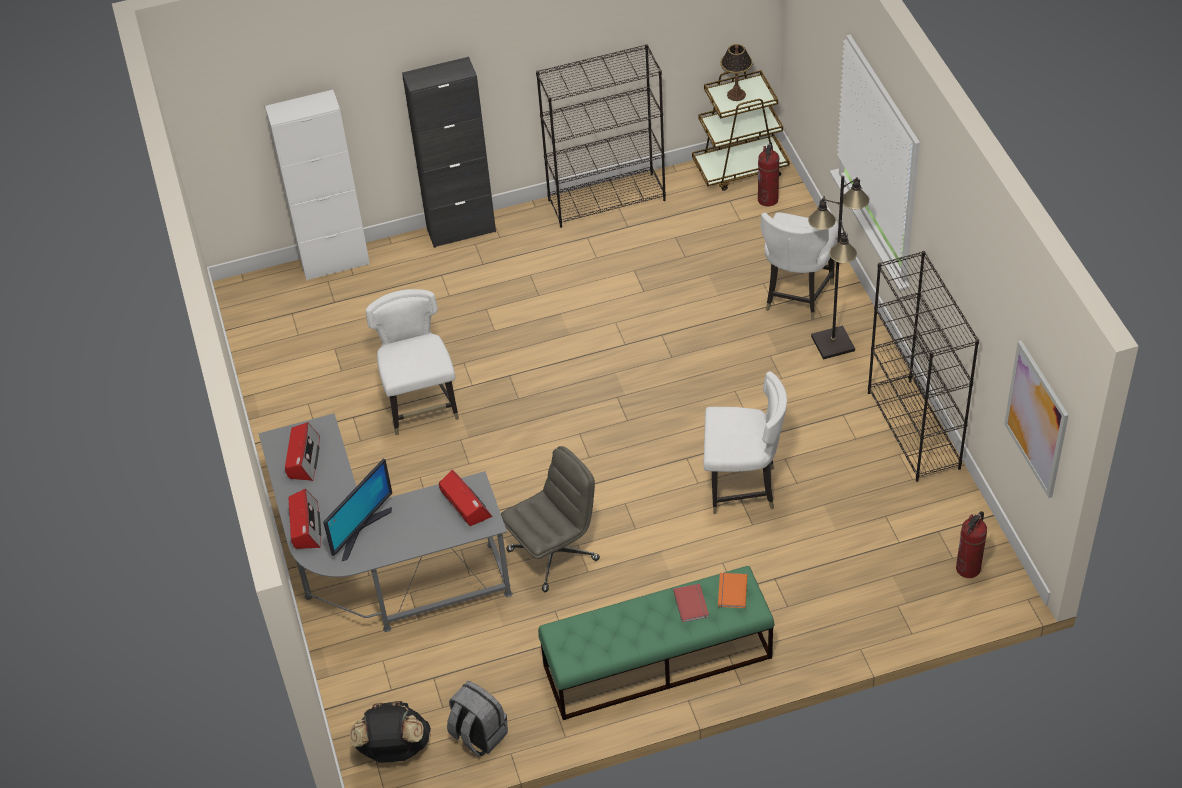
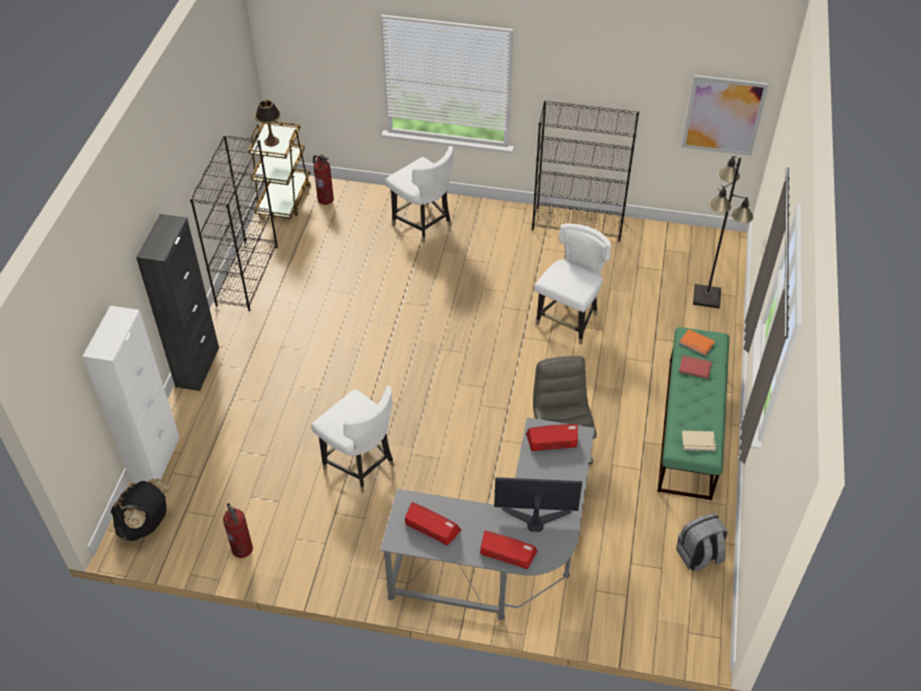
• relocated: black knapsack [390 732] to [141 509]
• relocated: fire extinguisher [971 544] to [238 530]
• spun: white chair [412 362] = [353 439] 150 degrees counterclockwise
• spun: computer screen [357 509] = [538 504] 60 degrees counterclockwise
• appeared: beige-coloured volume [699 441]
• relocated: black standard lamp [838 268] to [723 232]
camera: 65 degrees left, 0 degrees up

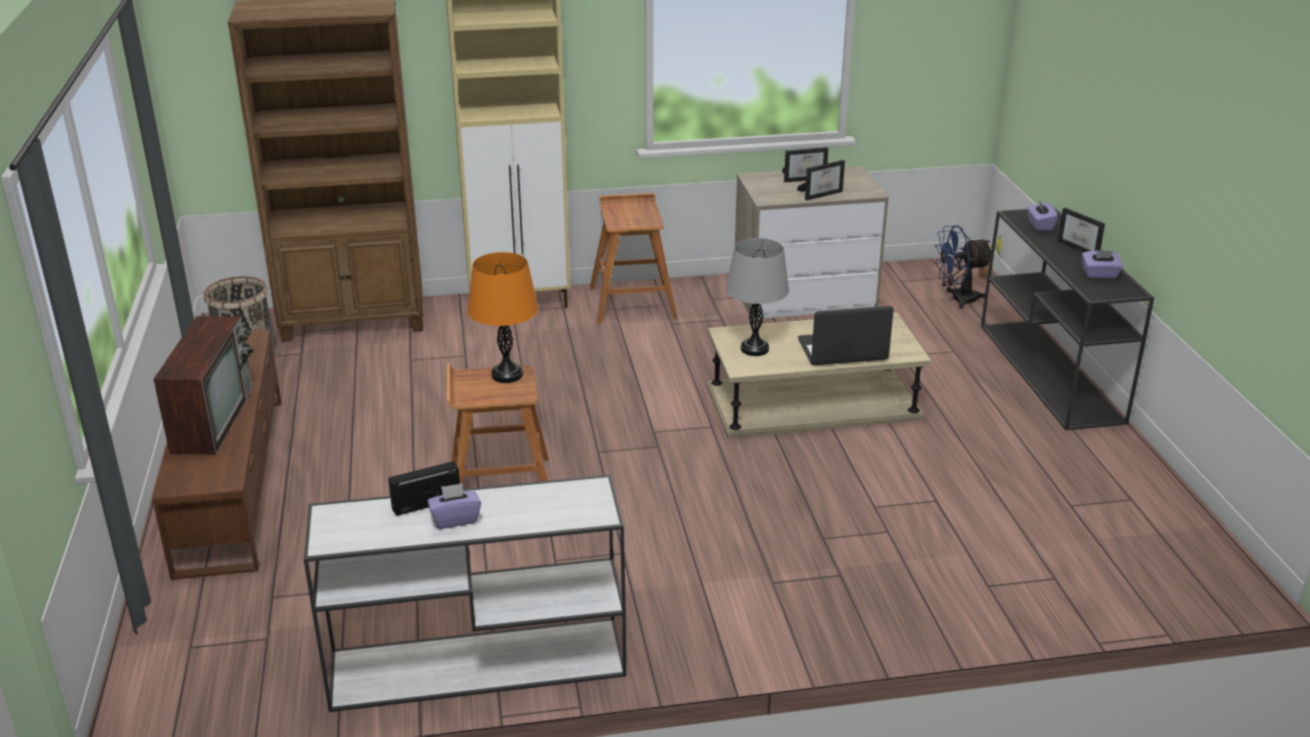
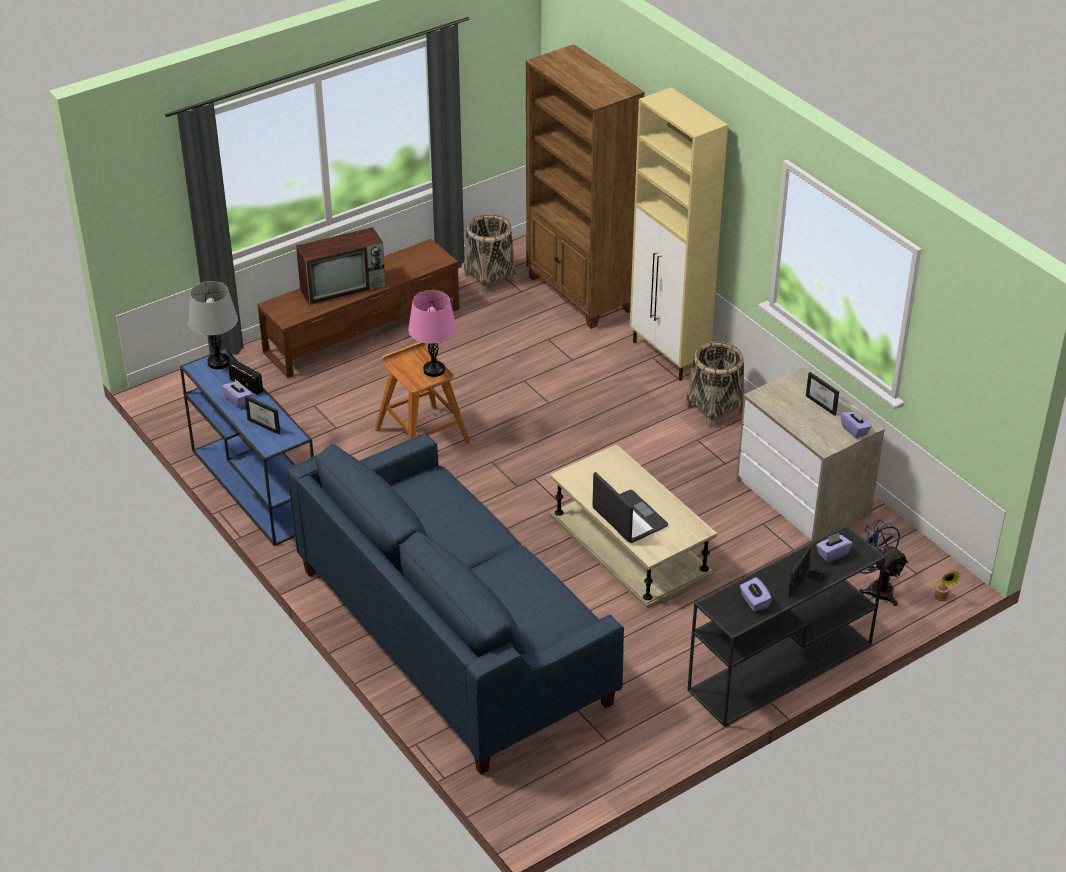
• colour: white hall table [465 593] to bluish hall table [247 447]
• relocated: greyish lamp for a table [757 297] to [213 325]
• relocated: standing frame [821 180] to [262 415]
• appeared: bluish couch [455 604]
• colour: orange-coloured lamp for a table [503 317] to pink-coloured lamp for a table [432 333]
• exchanged: brown-coloured stool [633 258] to basket [714 384]
• appeared: purple box of tissues [856 423]
camera: 65 degrees right, 10 degrees up

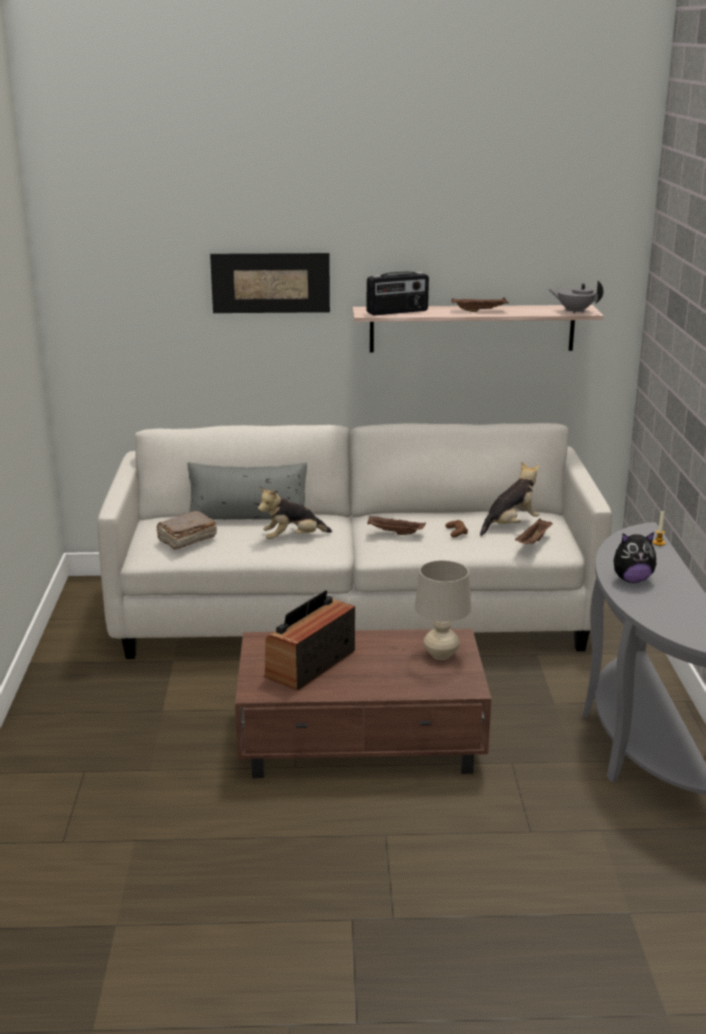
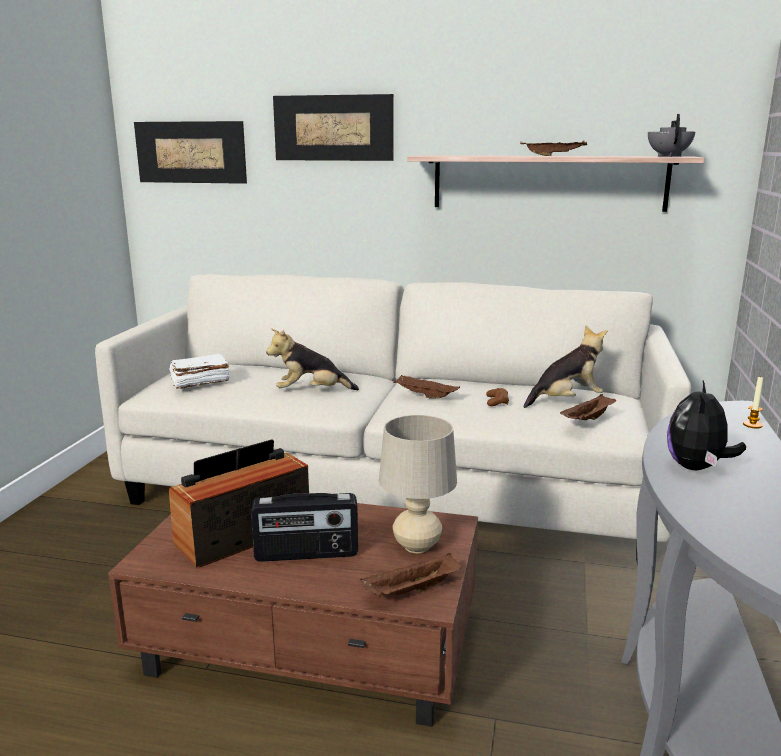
• appeared: picture [190 152]
• colour: brown-coloured volume [187 530] to white volume [199 371]
• relocated: radio [398 293] to [304 527]
• appeared: brown-coloured serving tray [410 575]
• spun: greyish teapot [575 296] = [671 135] 60 degrees clockwise
• spun: plush toy [634 557] = [706 425] 105 degrees clockwise
• missing: greyish pillow [247 491]
camera: 15 degrees right, 5 degrees down

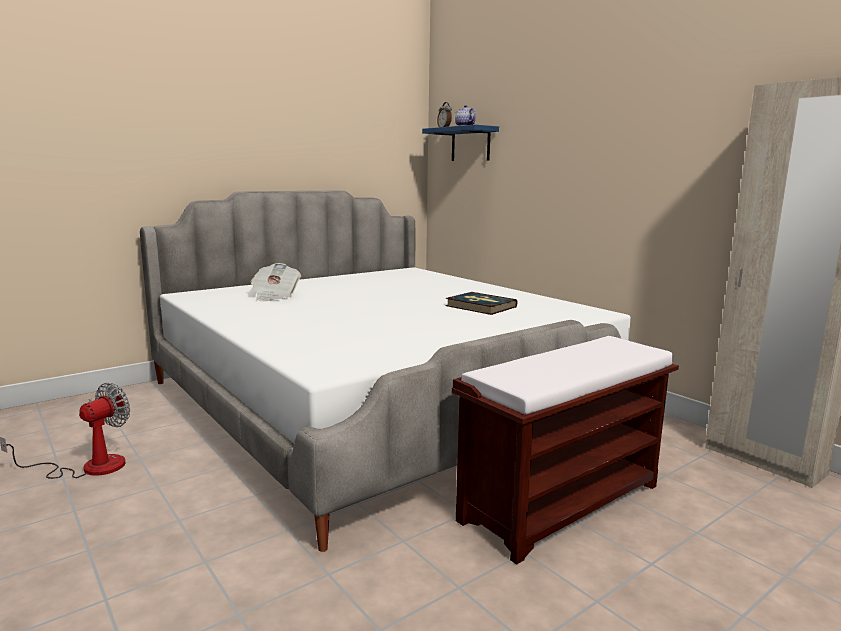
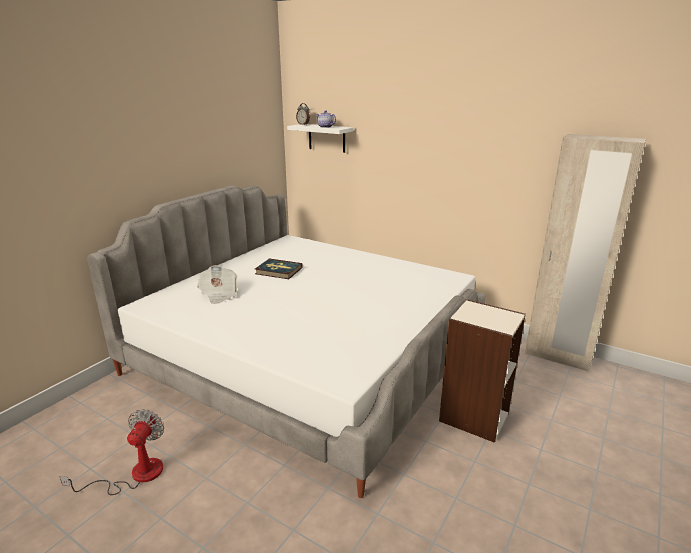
• relocated: volume [482 303] to [279 268]
• colour: bluish shelf [460 143] to white shelf [320 138]
• exchanged: brown-coloured indoor bench [565 450] to bookcase [482 371]
camera: 20 degrees left, 10 degrees up

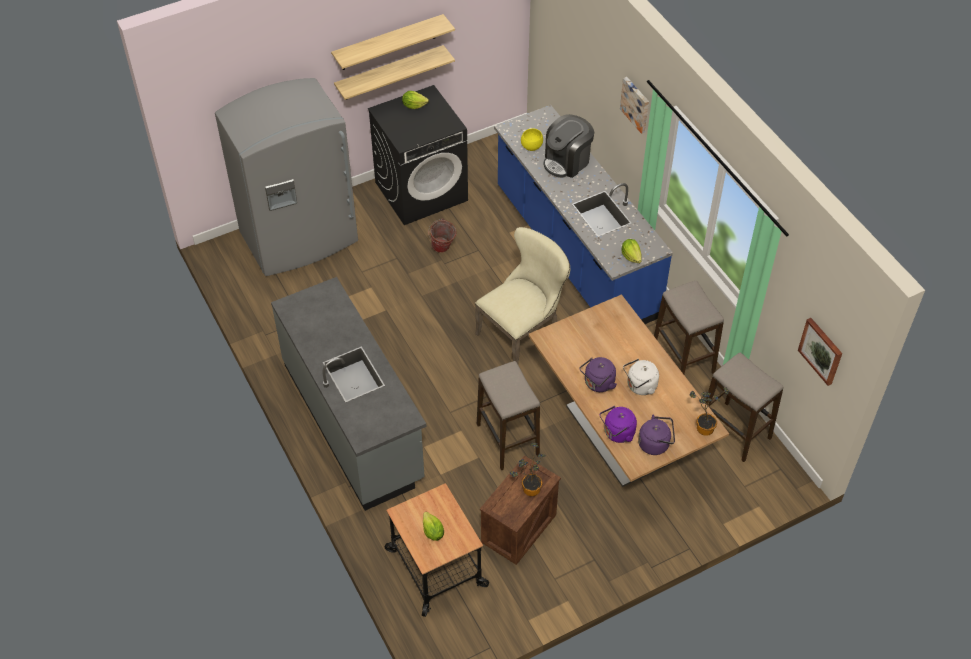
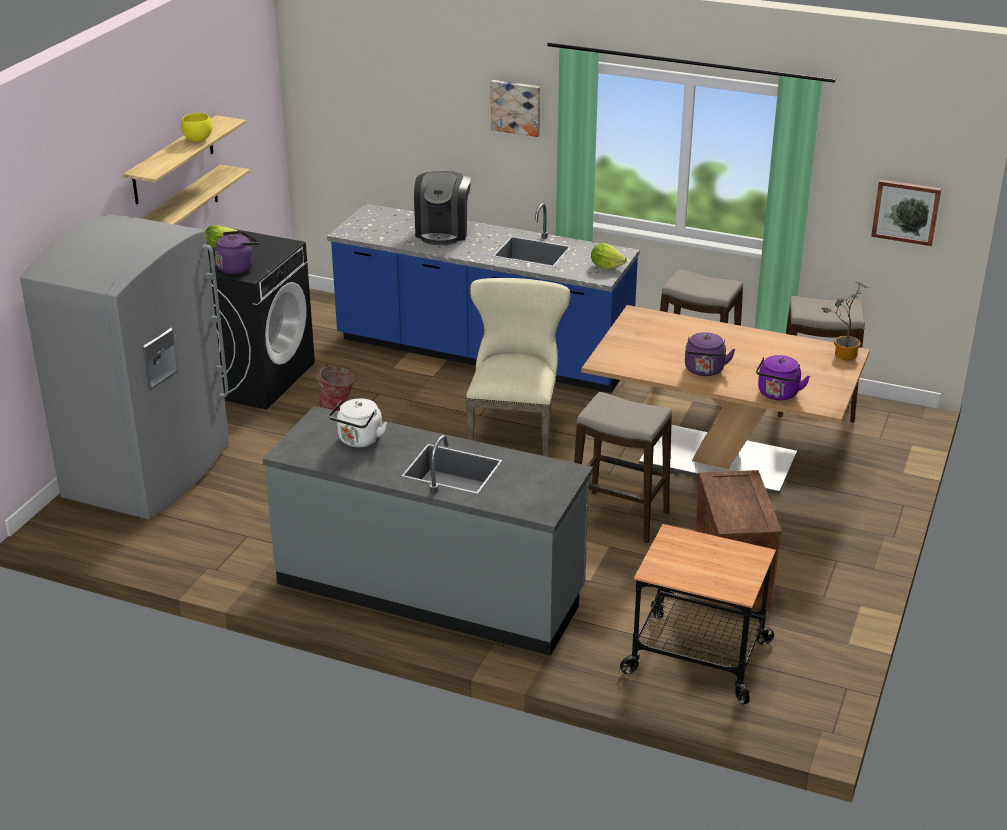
• relocated: yellow-coloured deep dish [532 139] to [196 127]
• relocated: purple water kettle [656 434] to [237 252]
• relocated: white water kettle [641 377] to [358 423]
• missing: lettuce [433 526]
• missing: plant in a pot [528 469]
camera: 40 degrees left, 20 degrees down

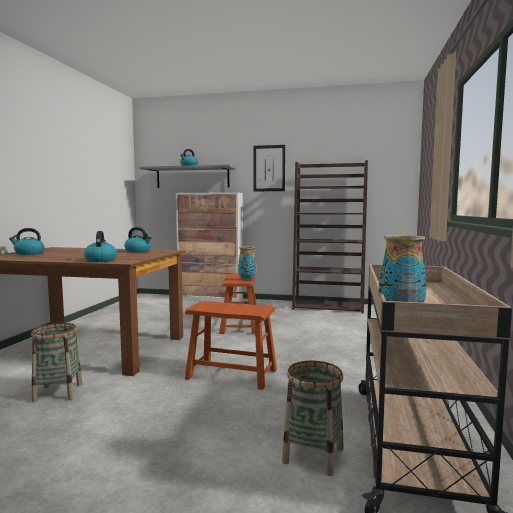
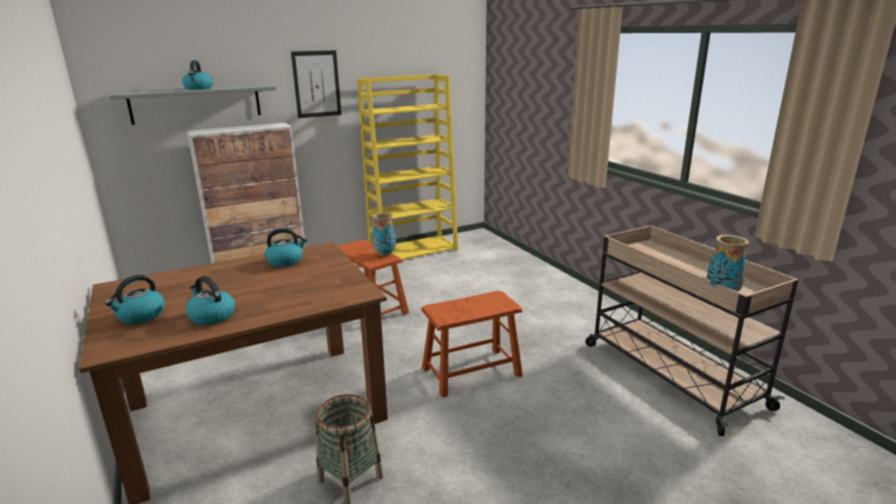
• relocated: water kettle [100 246] to [210 300]
• colour: brown-coloured bookcase [330 236] to yellow-coloured bookcase [407 167]
• missing: basket [313 418]
camera: 40 degrees left, 15 degrees up

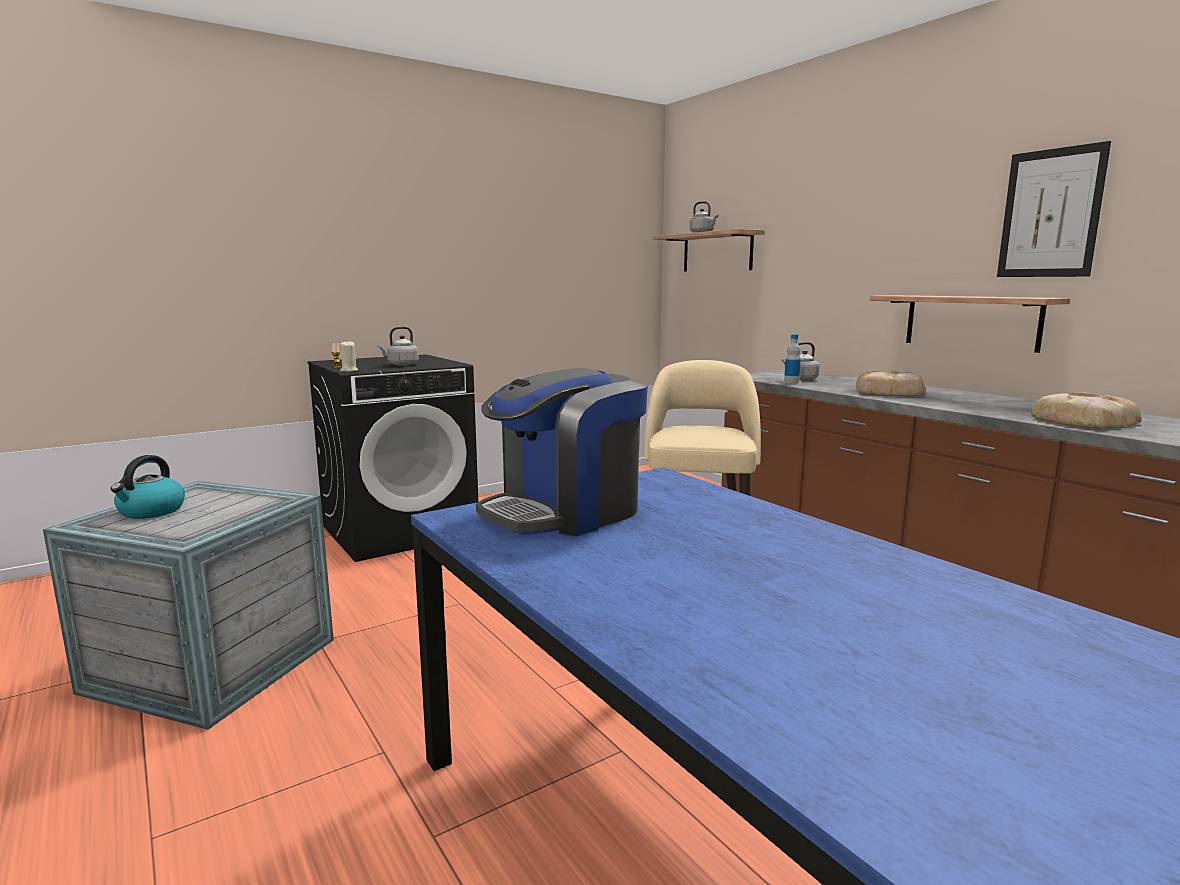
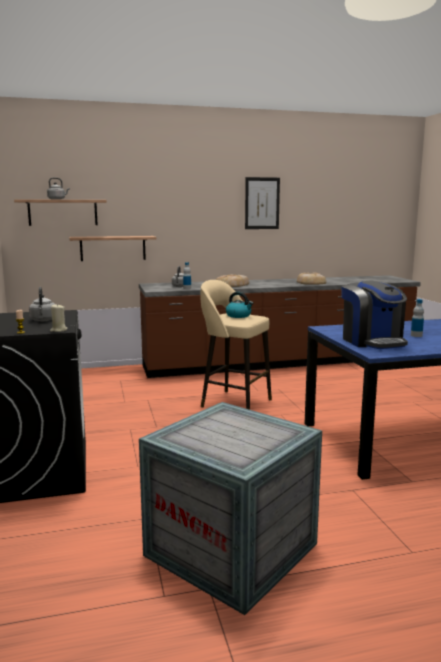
• relocated: shelf [970 324] to [112 248]
• relocated: water kettle [148 487] to [239 305]
• appeared: drink bottle [417 318]
camera: 70 degrees left, 0 degrees up

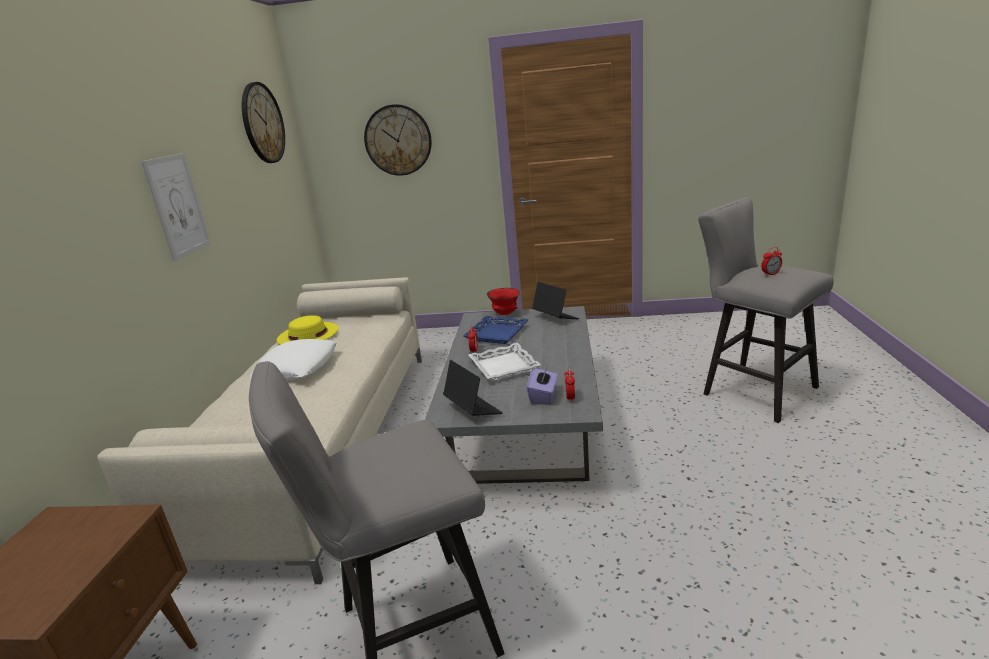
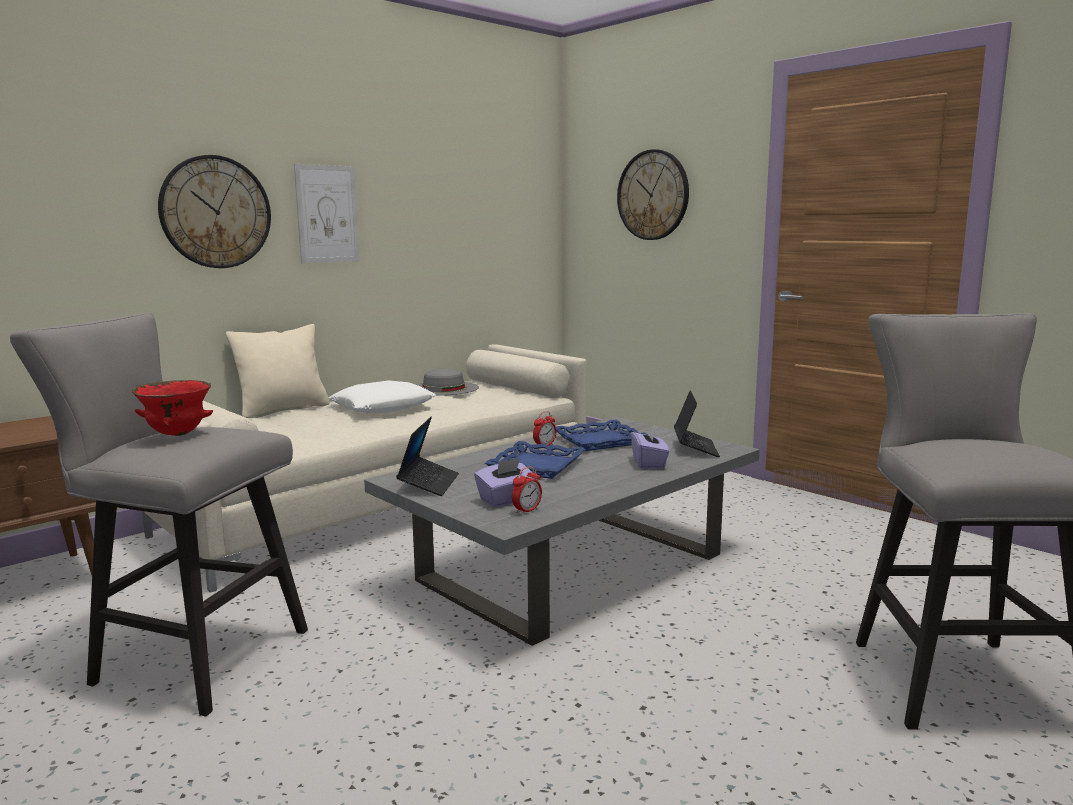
• relocated: red deep dish [503 301] to [172 408]
• relocated: clock on the wall [263 122] to [214 211]
• appeared: beige-coloured pillow [278 371]
• colour: yellow-coloured hat [307 330] to greyish hat [447 382]
• colour: white serving tray [505 362] to bluish serving tray [535 460]
• appeared: purple box of tissues [650 447]
• missing: bedside clock [771 261]
camera: 40 degrees right, 10 degrees down

